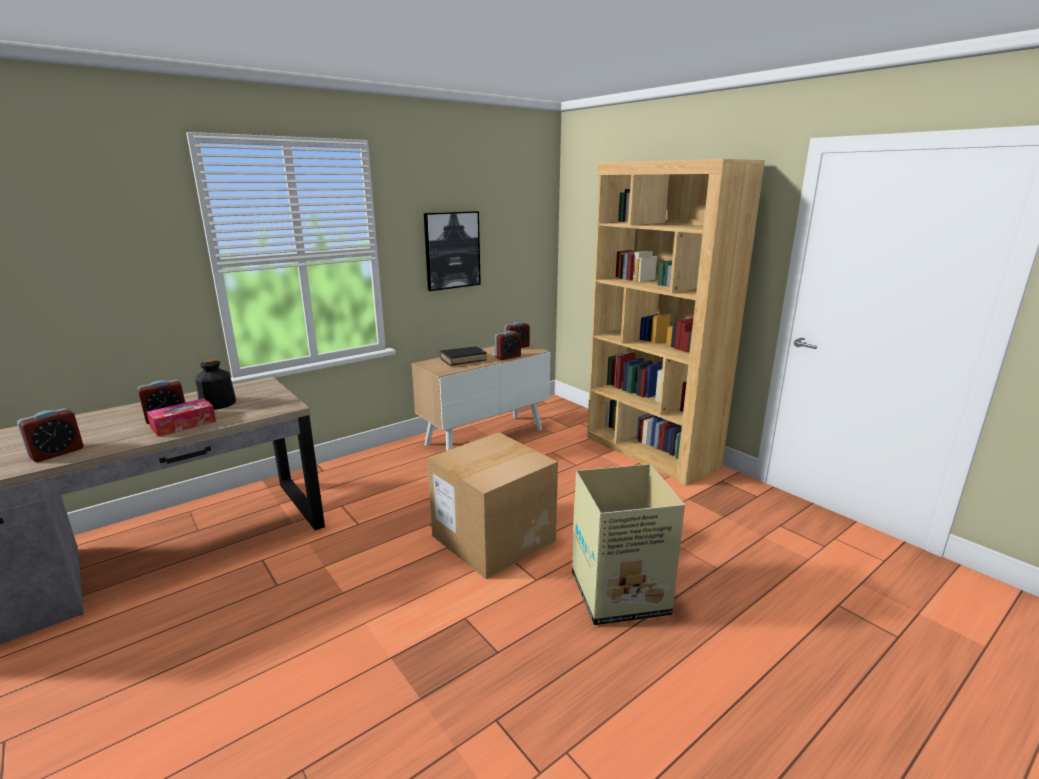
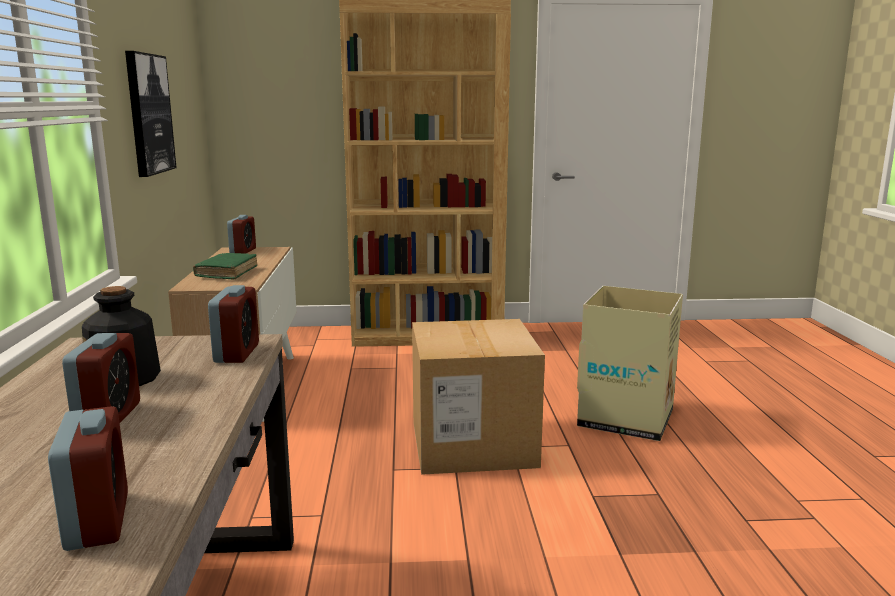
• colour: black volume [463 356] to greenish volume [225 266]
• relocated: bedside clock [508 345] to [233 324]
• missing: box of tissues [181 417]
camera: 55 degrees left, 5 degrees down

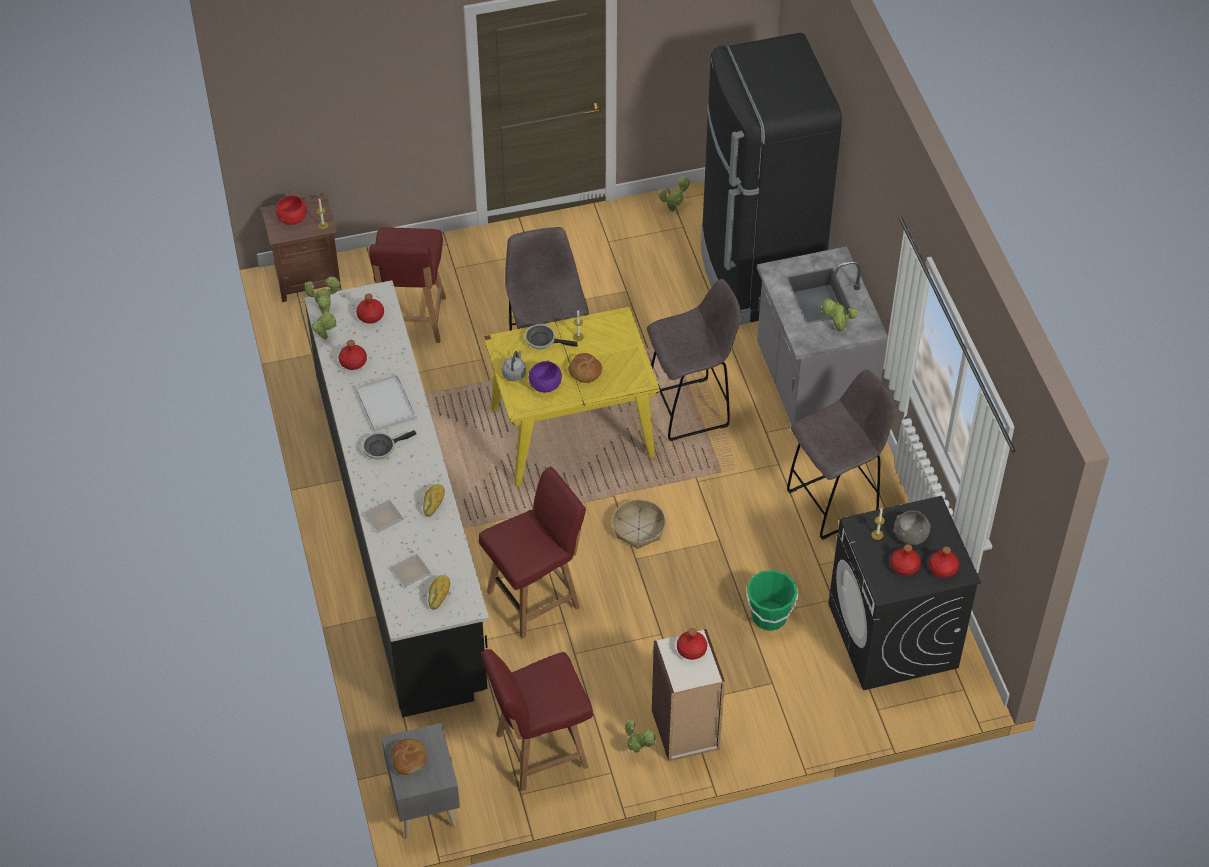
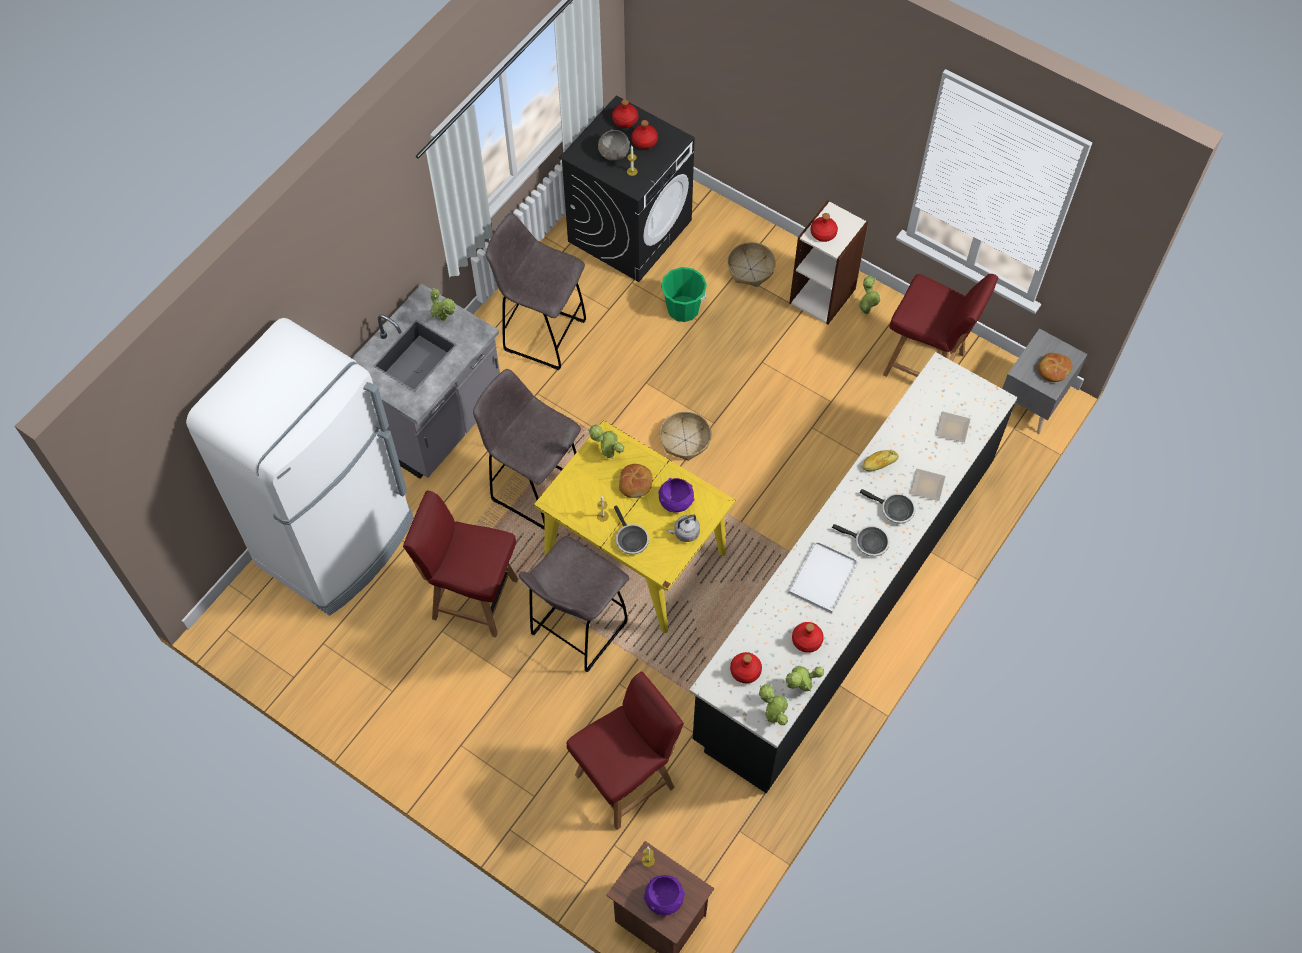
• colour: black fridge [771 179] to white fridge [300 467]
• relocated: red chair [532 553] to [460 564]
• relocated: plant in a pot [674 194] to [606 441]
• colour: red deep dish [291 210] to purple deep dish [664 895]
• appeared: basket [751 264]
• appeared: pan [887 506]
• missing: bakery bread [439 592]
camera: 130 degrees left, 10 degrees up

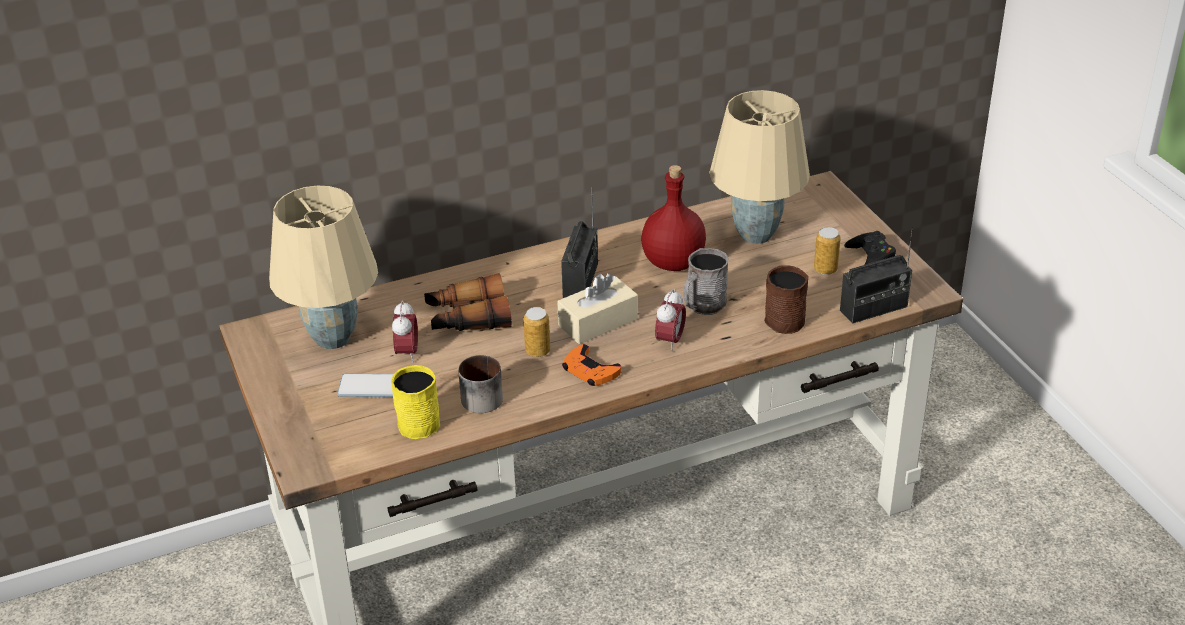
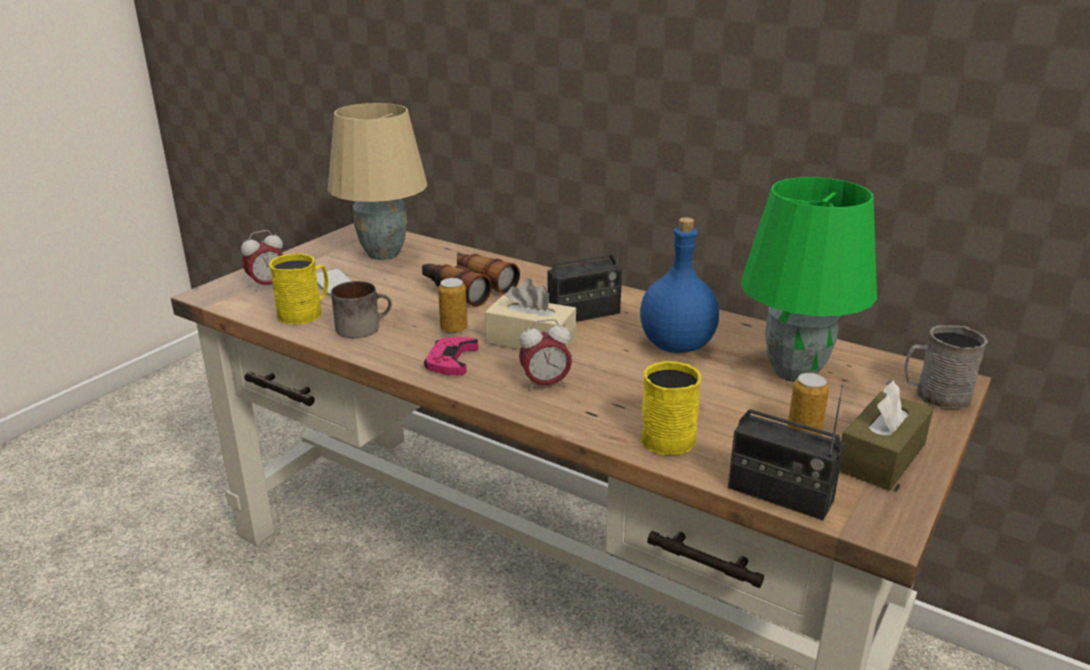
• relocated: bedside clock [405 332] to [262 261]
• colour: orange-coloured game controller [591 365] to pink-coloured game controller [451 356]
• colour: red drink bottle [674 218] to bluish drink bottle [679 285]
• colour: brown-coloured mug [786 299] to yellow-coloured mug [671 408]
• colour: beige-coloured lamp for a table [759 167] to greenish lamp for a table [809 279]
• exchanged: black game controller [870 248] to brown-coloured box of tissues [886 435]
• relocated: greyish mug [706 281] to [946 367]
camera: 55 degrees right, 10 degrees down

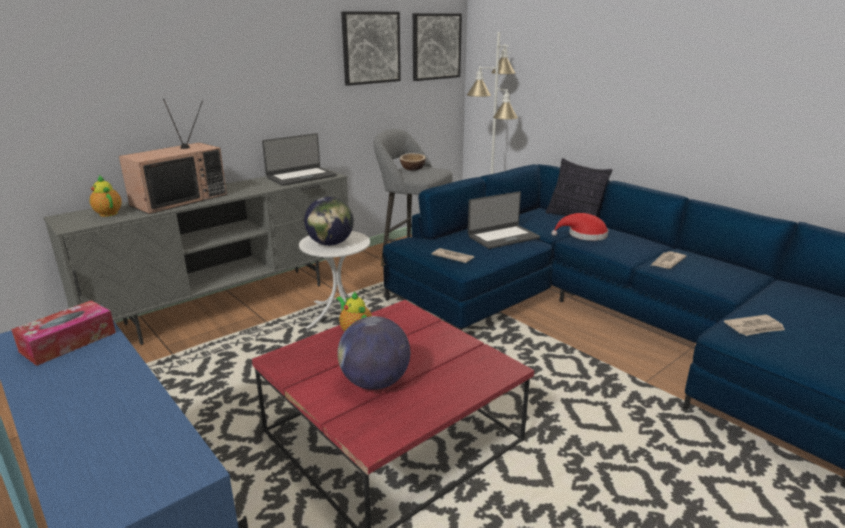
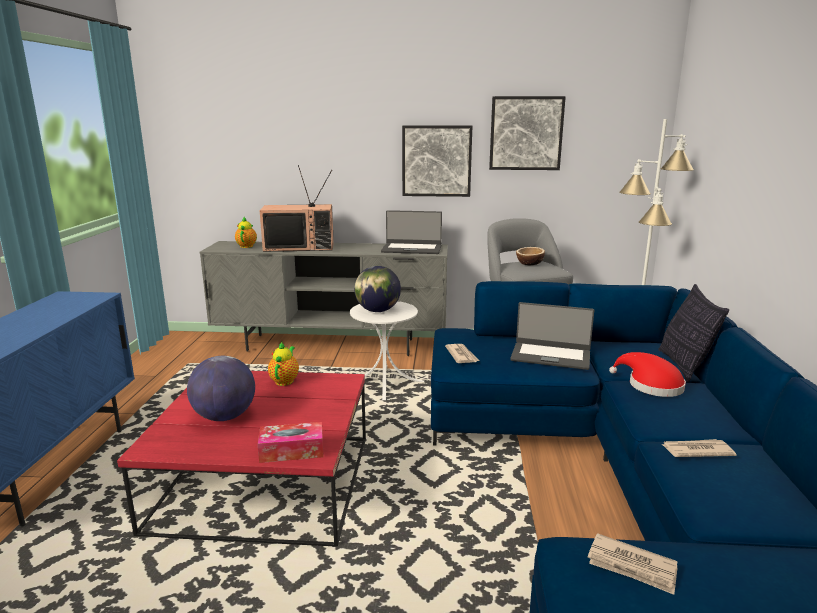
• relocated: box of tissues [63 333] to [290 442]
• relocated: picture [437 47] to [437 161]
camera: 45 degrees right, 5 degrees down

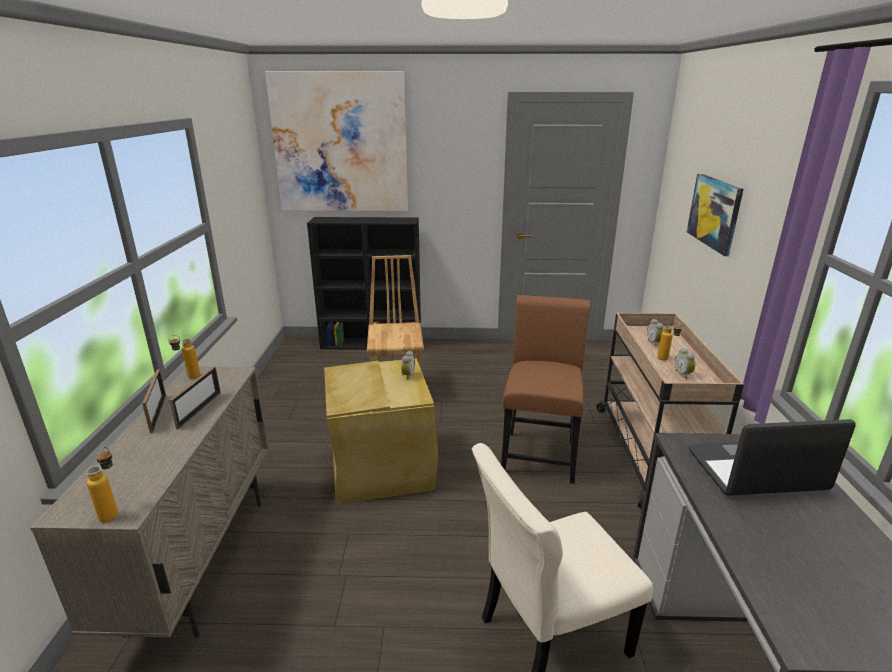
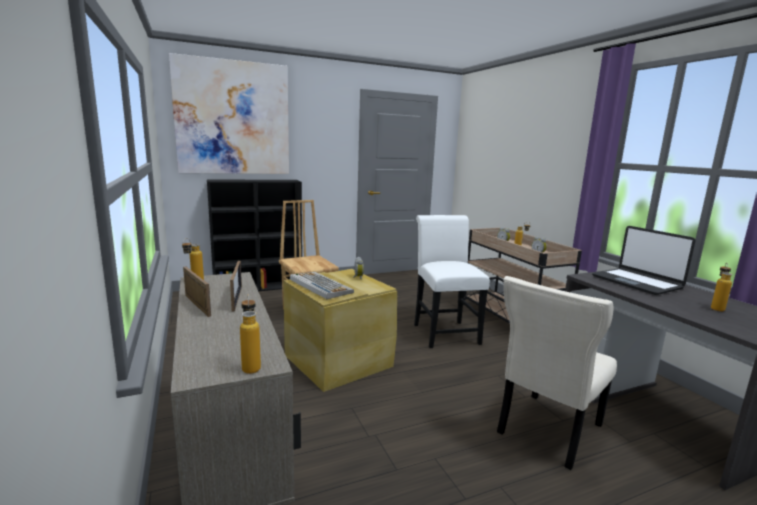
• appeared: keyboard [322 285]
• colour: brown-coloured chair [545 389] to white chair [452 281]
• spun: laptop [772 457] = [644 260] 90 degrees counterclockwise
• appeared: drink bottle [721 287]
• missing: picture [715 215]
camera: 25 degrees left, 10 degrees down

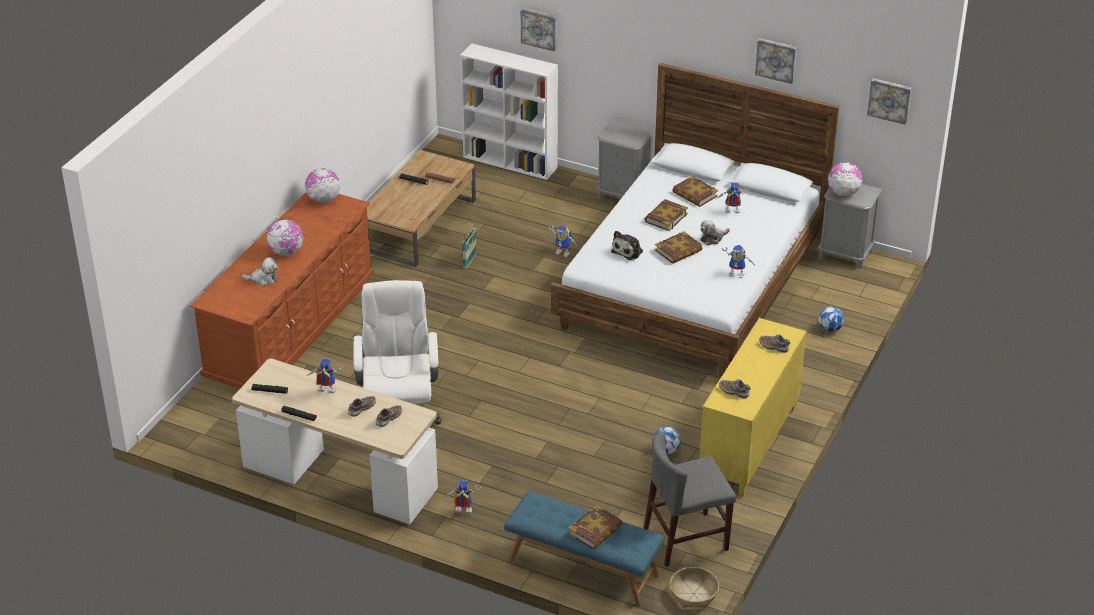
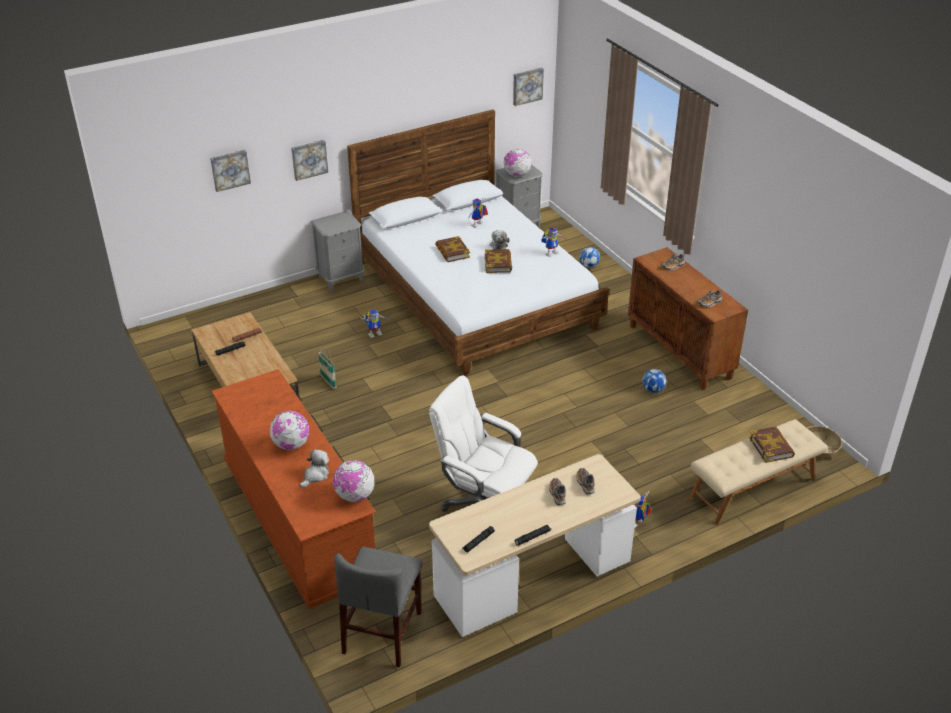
• relocated: picture [776 61] to [309 160]
• relocated: globe [322 185] to [353 481]
• relocated: greyish chair [690 499] to [378 607]
• colour: yellow-coloured cabinet [753 407] to brown-coloured cabinet [688 318]
• colour: bluish indoor bench [584 548] to beige-coloured indoor bench [759 472]
• missing: model robot [325 376]
• missing: white bookcase [509 112]
• missing: plush toy [627 245]
• missing: volume [695 191]
camera: 55 degrees left, 0 degrees up

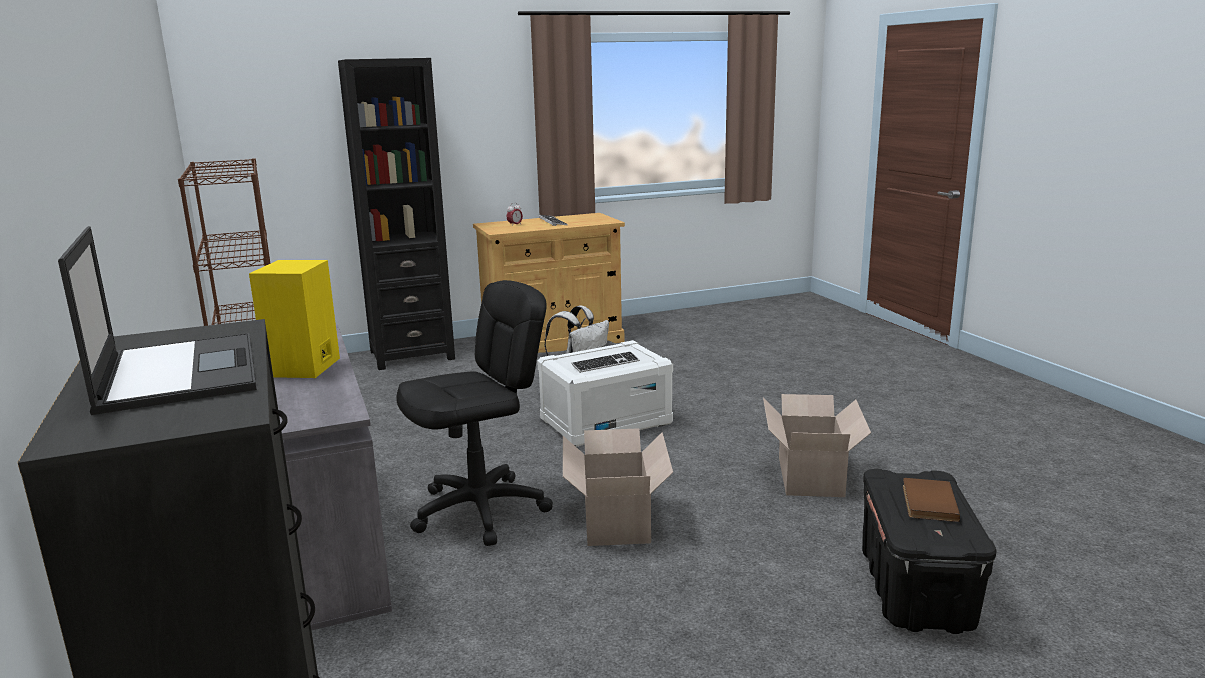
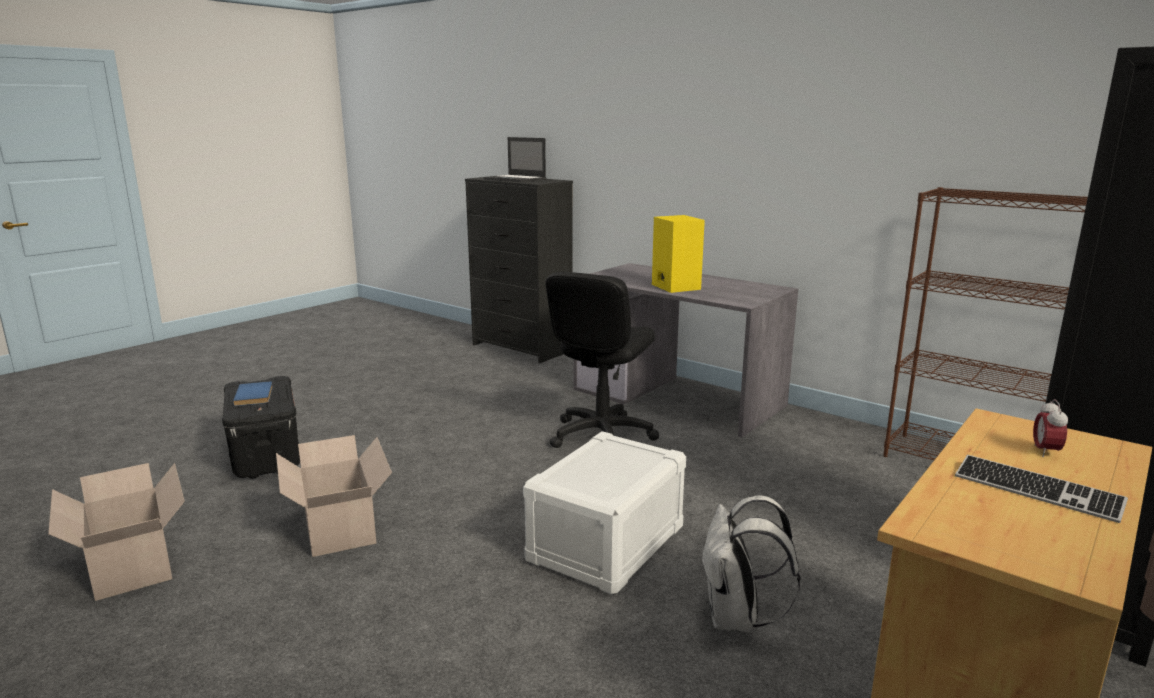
• relocated: cardboard box [618 487] to [116 532]
• colour: brown-coloured volume [931 500] to bluish volume [253 393]
• missing: keyboard [605 362]
camera: 150 degrees right, 0 degrees up

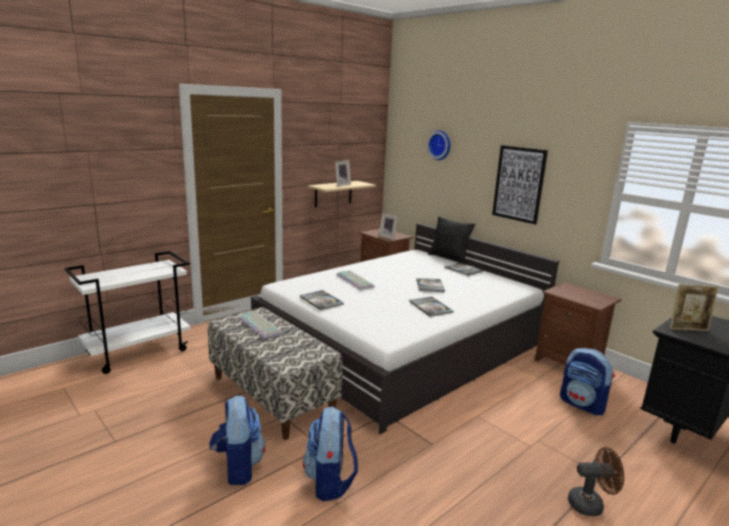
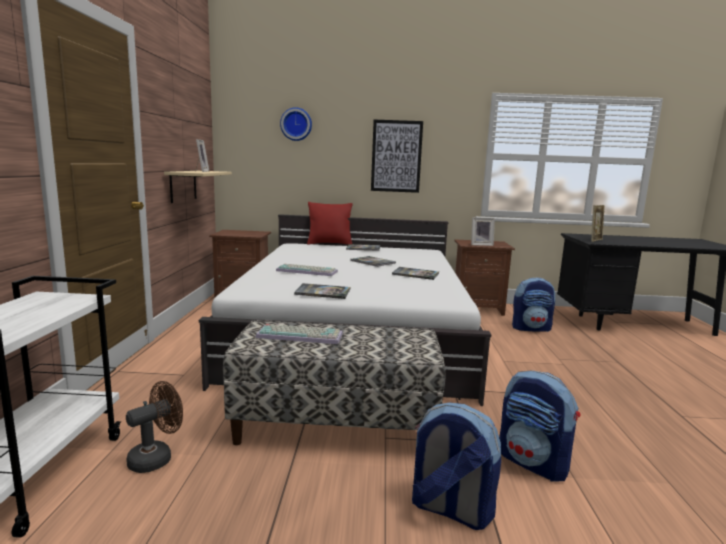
• relocated: brown-coloured electric fan [596 481] to [154 427]
• colour: black pillow [451 240] to red pillow [330 223]
• relocated: standing frame [388 226] to [483 231]
camera: 45 degrees left, 5 degrees down

